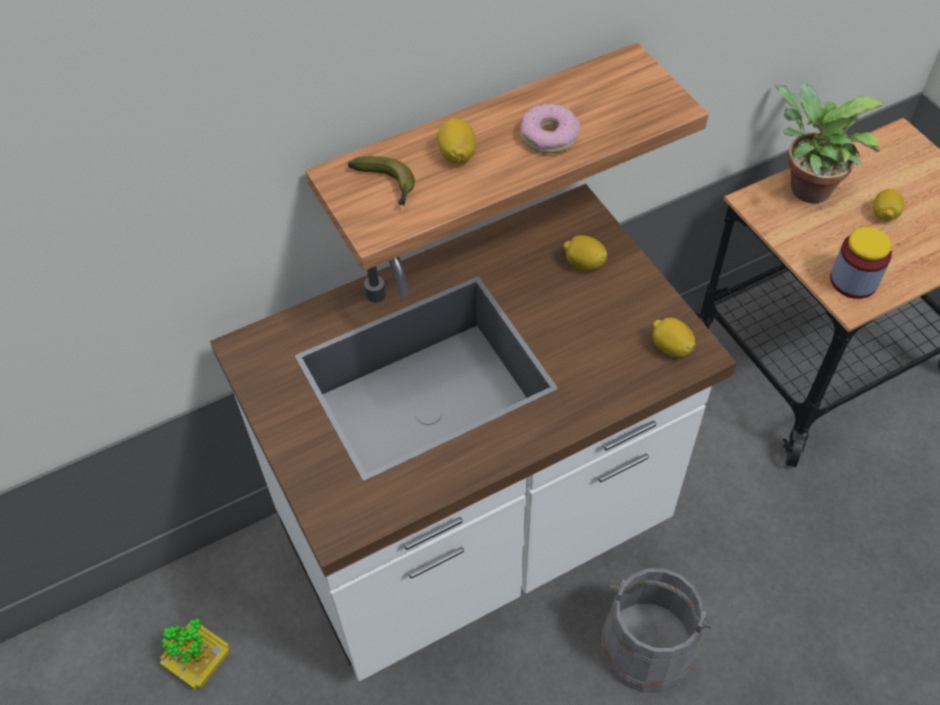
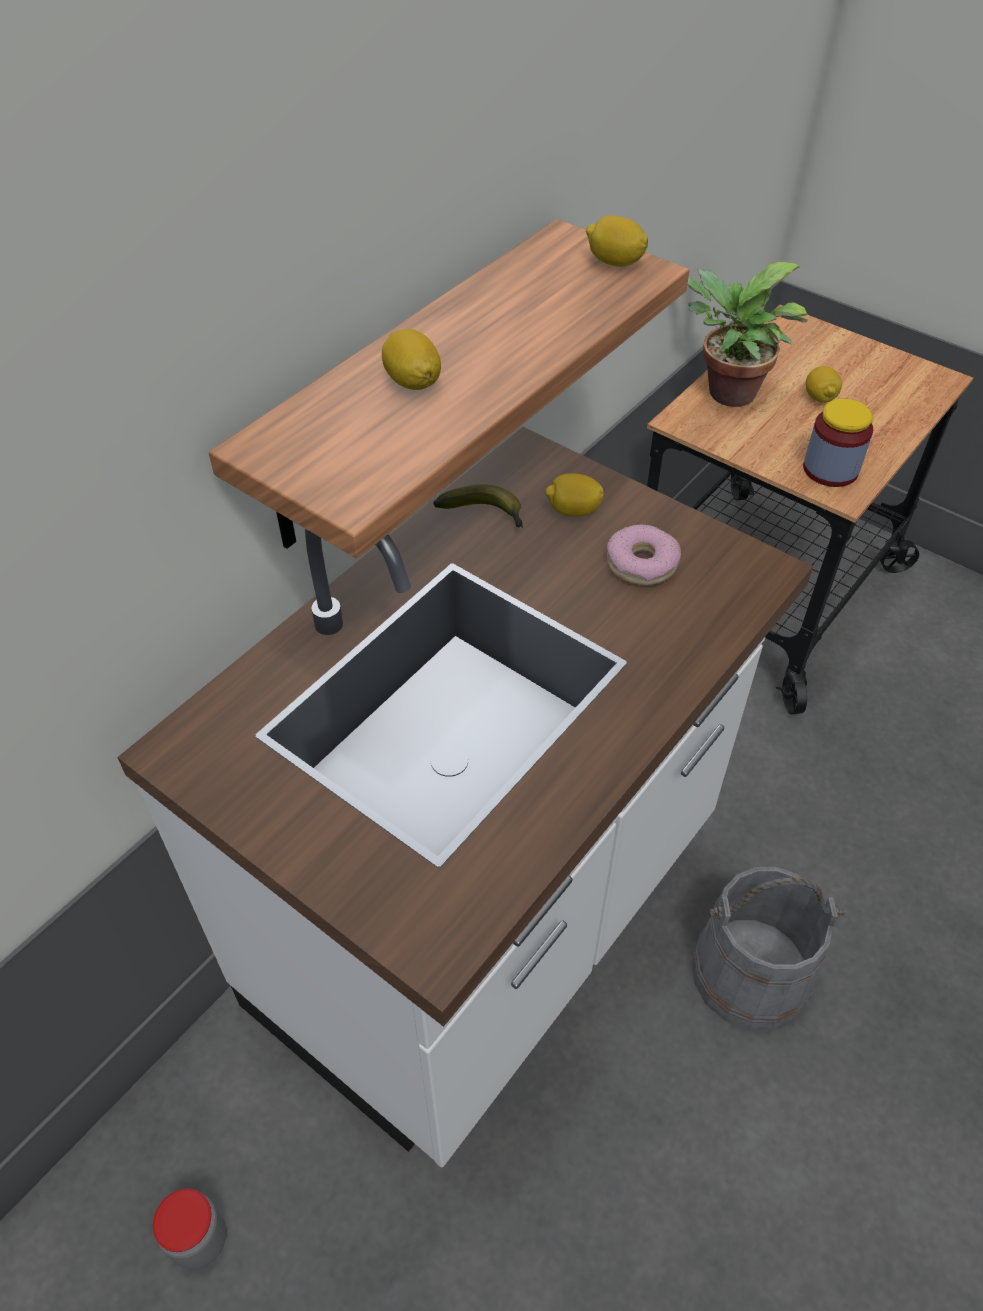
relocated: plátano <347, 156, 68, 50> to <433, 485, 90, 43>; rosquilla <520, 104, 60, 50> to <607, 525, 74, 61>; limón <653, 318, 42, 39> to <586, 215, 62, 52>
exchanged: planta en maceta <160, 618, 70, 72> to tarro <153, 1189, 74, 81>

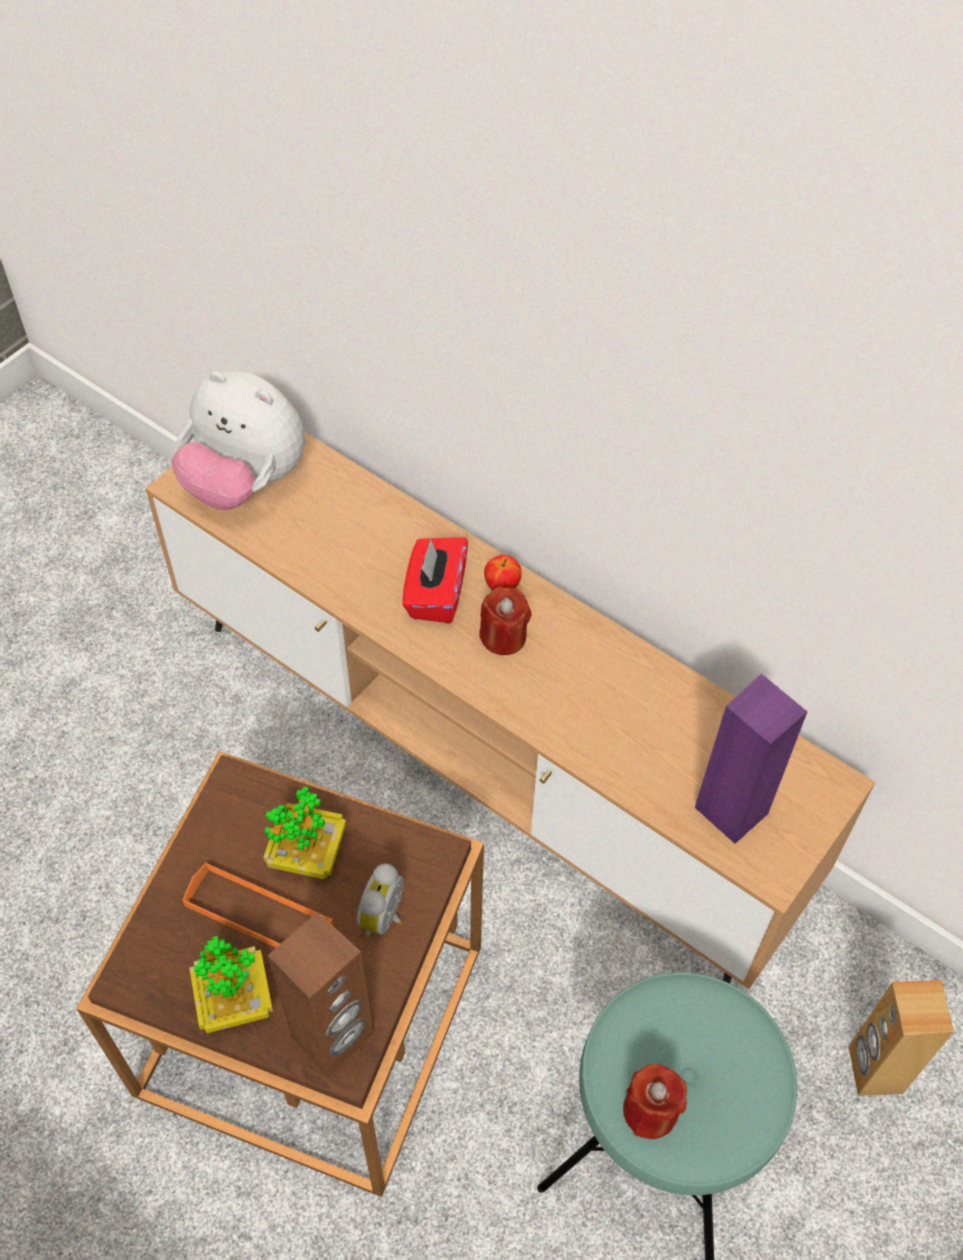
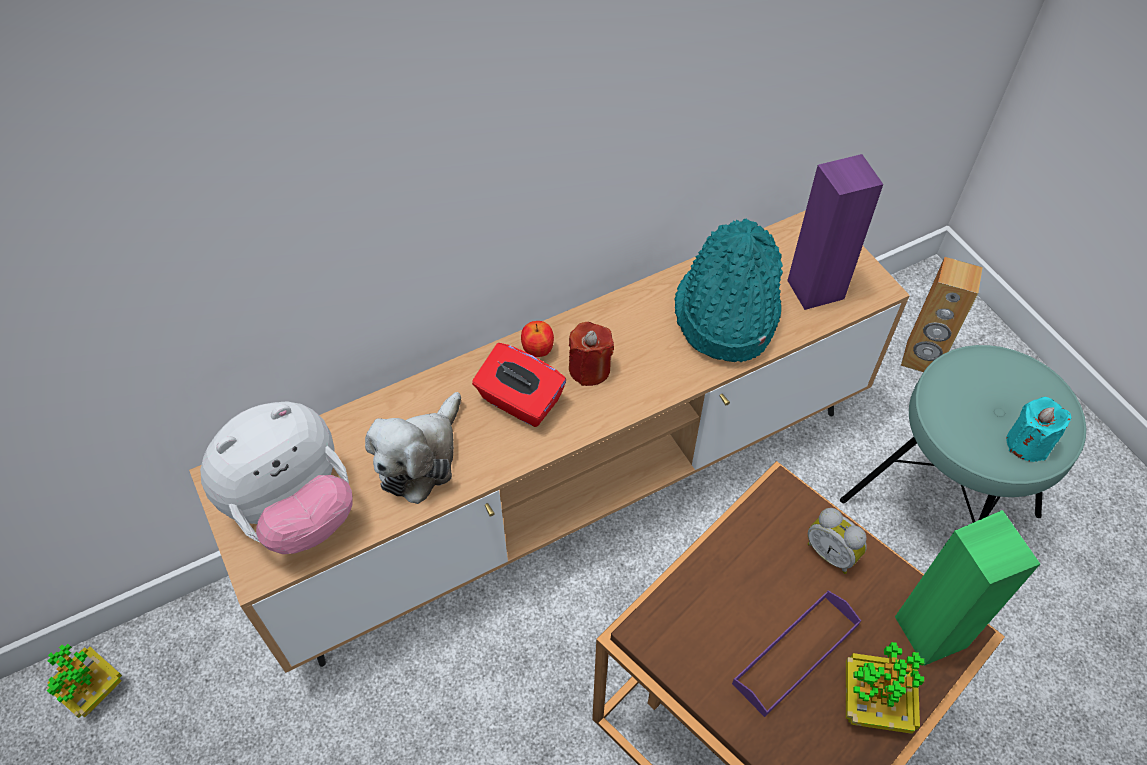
appeared: peluche <365, 392, 96, 112>; sombrero (turquesa) <674, 219, 109, 143>
relocated: planta en maceta <263, 787, 83, 92> to <47, 644, 75, 74>
colour: bandeja (naranja) <183, 862, 151, 86> to bandeja (morado) <732, 590, 129, 127>; altavoz (marrón) <268, 912, 105, 165> to altavoz (verde) <895, 510, 145, 156>; vela (rojo) <623, 1064, 64, 75> to vela (turquesa) <1006, 397, 65, 65>

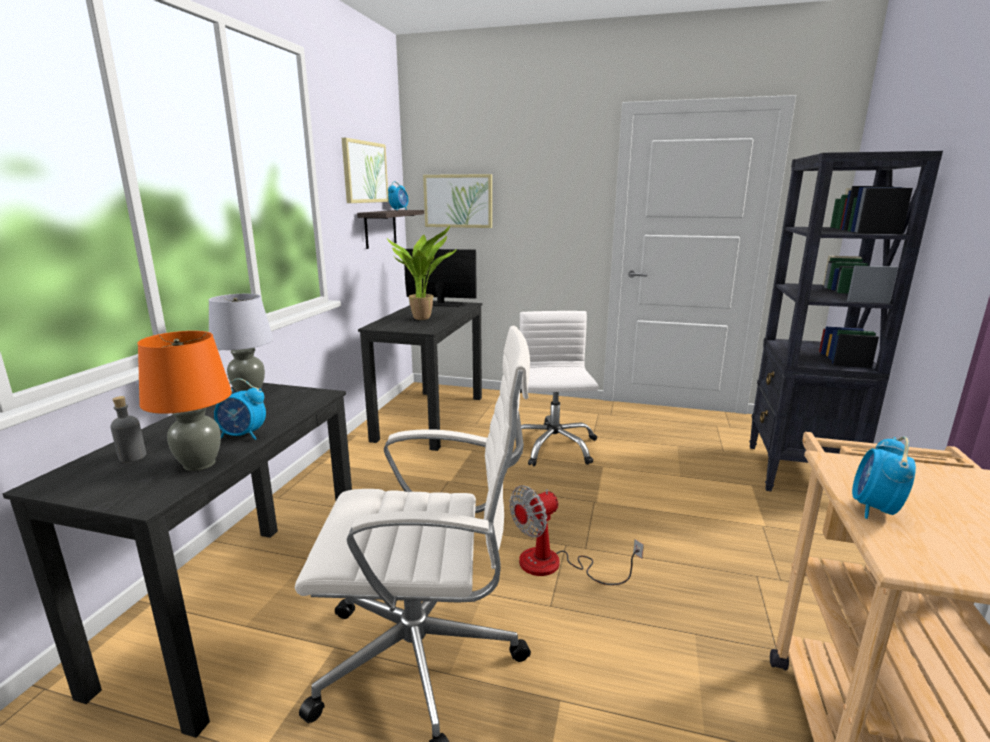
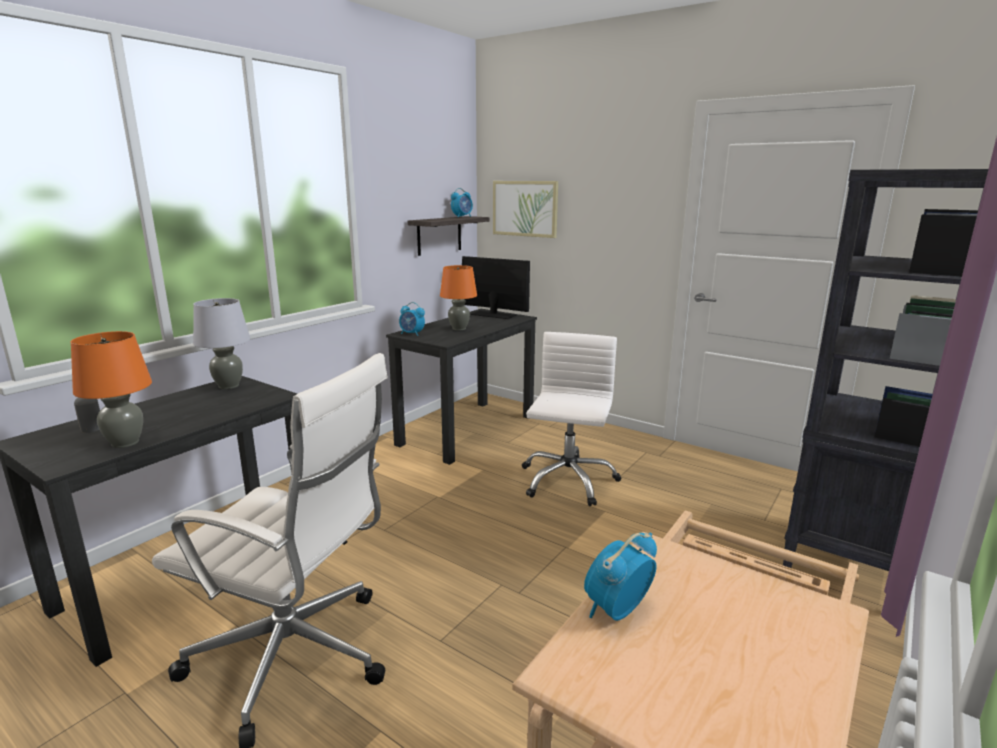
missing: cuadro <342, 138, 47, 65>; ventilador <509, 485, 135, 100>
relocated: despertador <214, 378, 52, 62> to <399, 302, 26, 34>
exchanged: planta en maceta <387, 226, 70, 94> to lámpara de mesa (naranja) <440, 265, 37, 66>

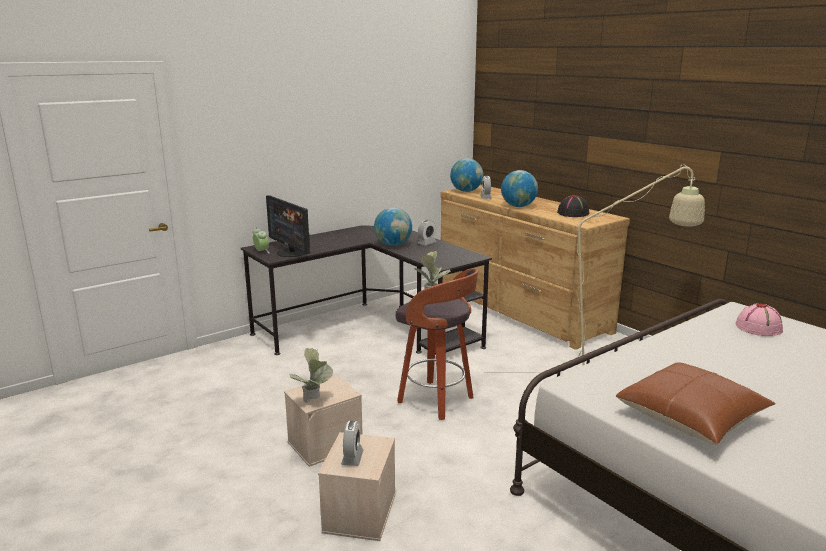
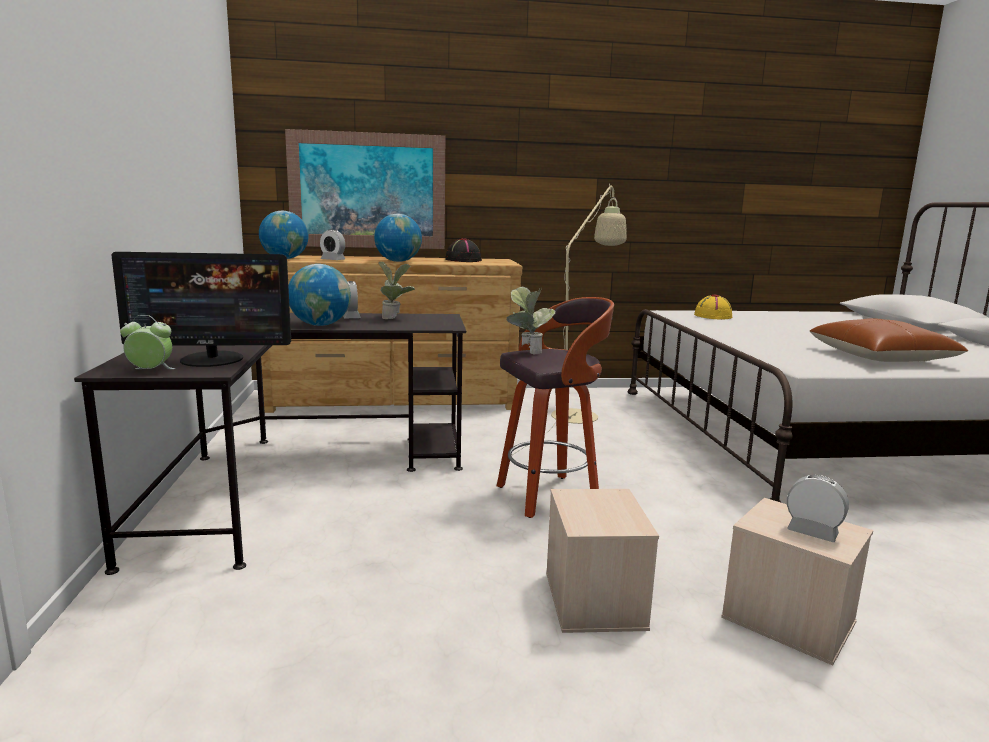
appeared: cuadro <285, 129, 160, 120>
relocated: planta en maceta <289, 348, 44, 55> to <378, 262, 37, 57>
colour: sombrero (rosa) <736, 303, 47, 33> to sombrero (amarillo) <694, 294, 38, 26>

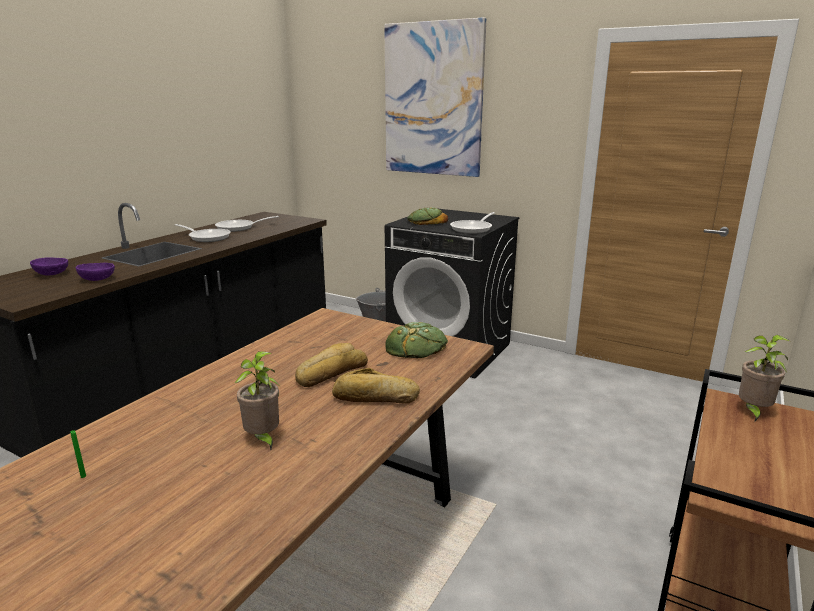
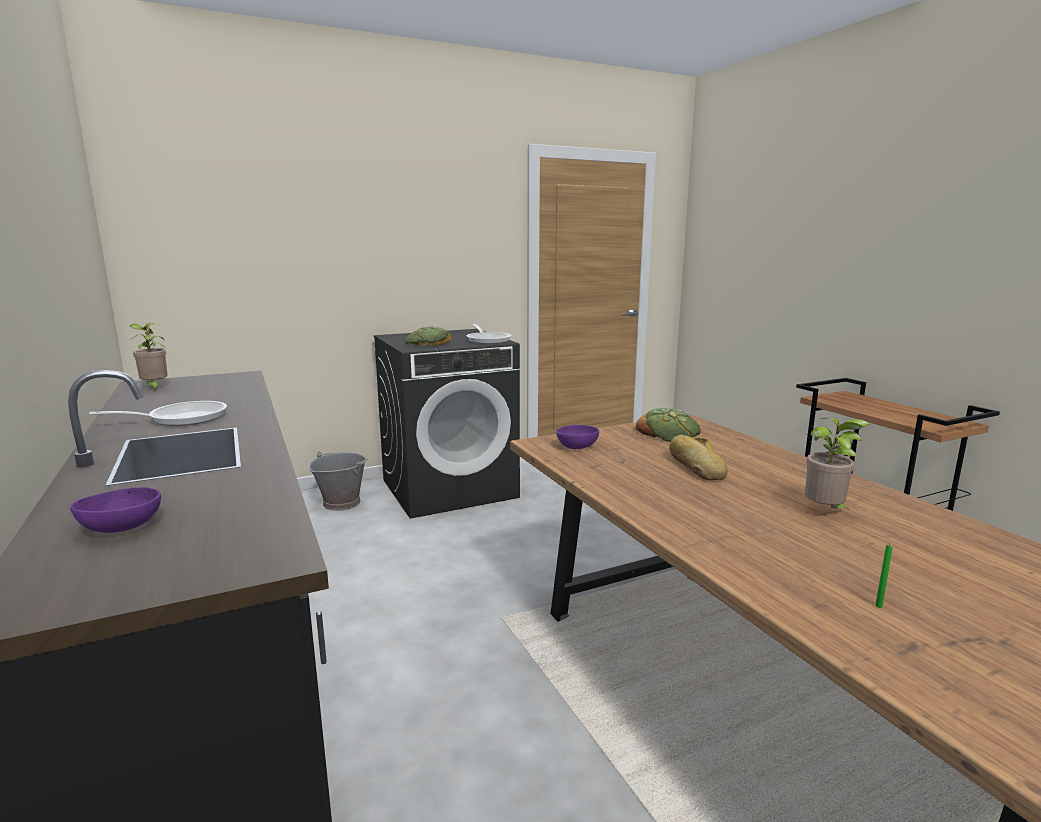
missing: sartén <215, 216, 64, 16>; pan <332, 368, 88, 36>; cuadro <384, 17, 102, 160>
relocated: cuenco (morado) <76, 263, 39, 18> to <556, 425, 43, 24>; planta en maceta <739, 335, 51, 86> to <130, 323, 38, 69>

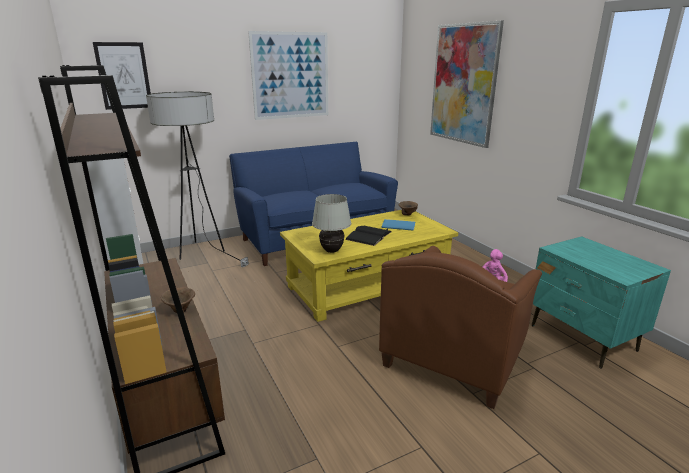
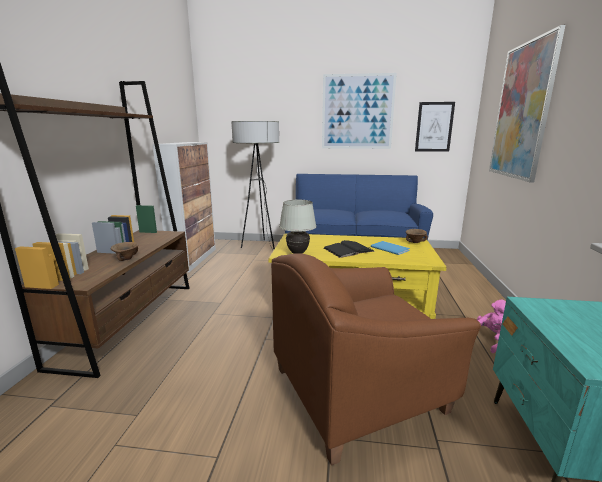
relocated: cuadro <93, 42, 58, 68> to <415, 102, 40, 50>

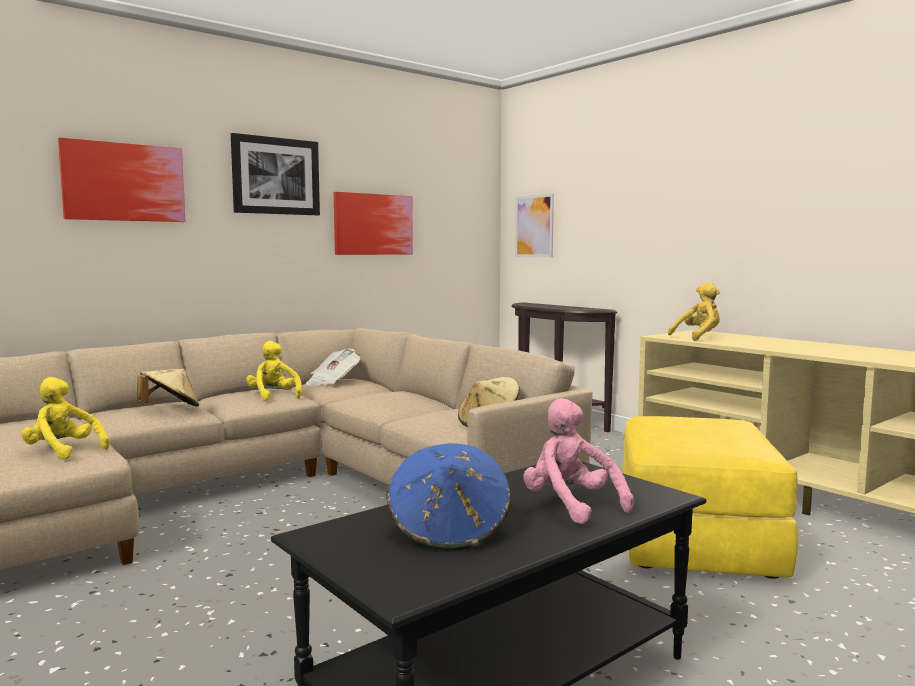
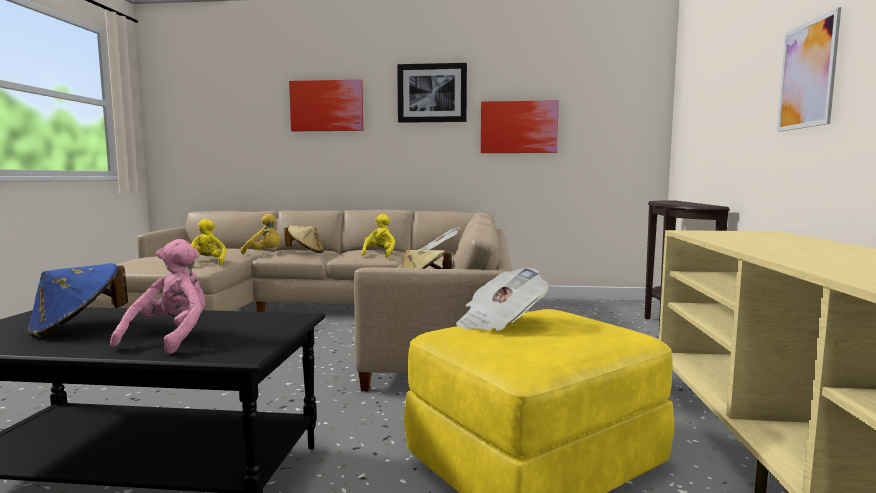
appeared: periódico <456, 268, 93, 63>
relocated: cuadro <515, 194, 39, 64> to <777, 7, 64, 125>; peluche (amarillo) <668, 282, 52, 59> to <241, 214, 41, 40>

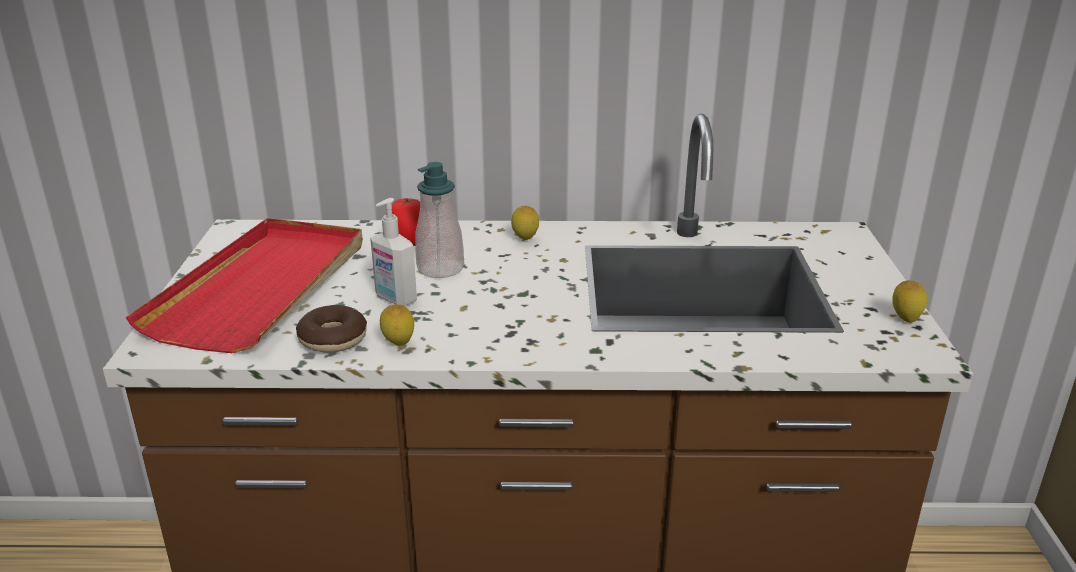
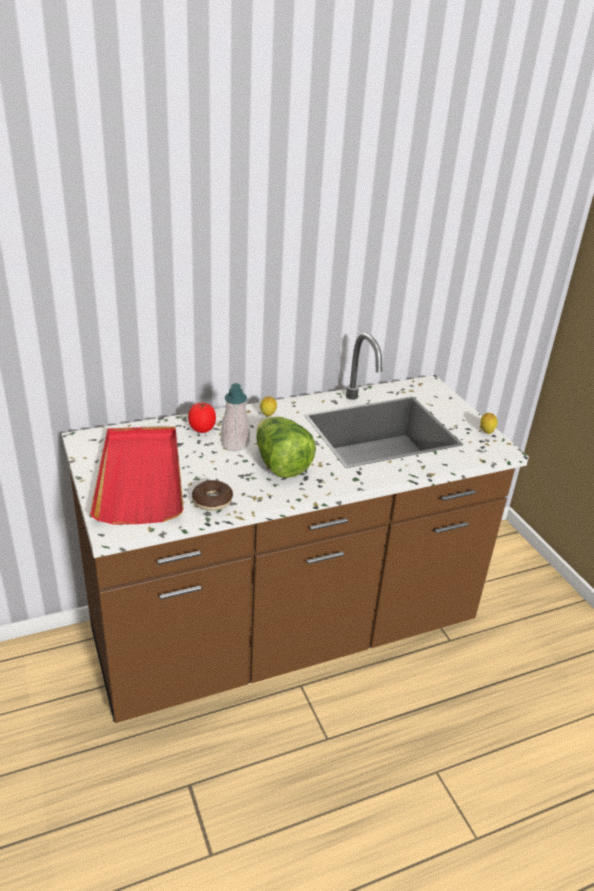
missing: dispensador de jabón <370, 198, 47, 108>; limón <380, 304, 34, 42>
appeared: lechuga <256, 417, 60, 61>

